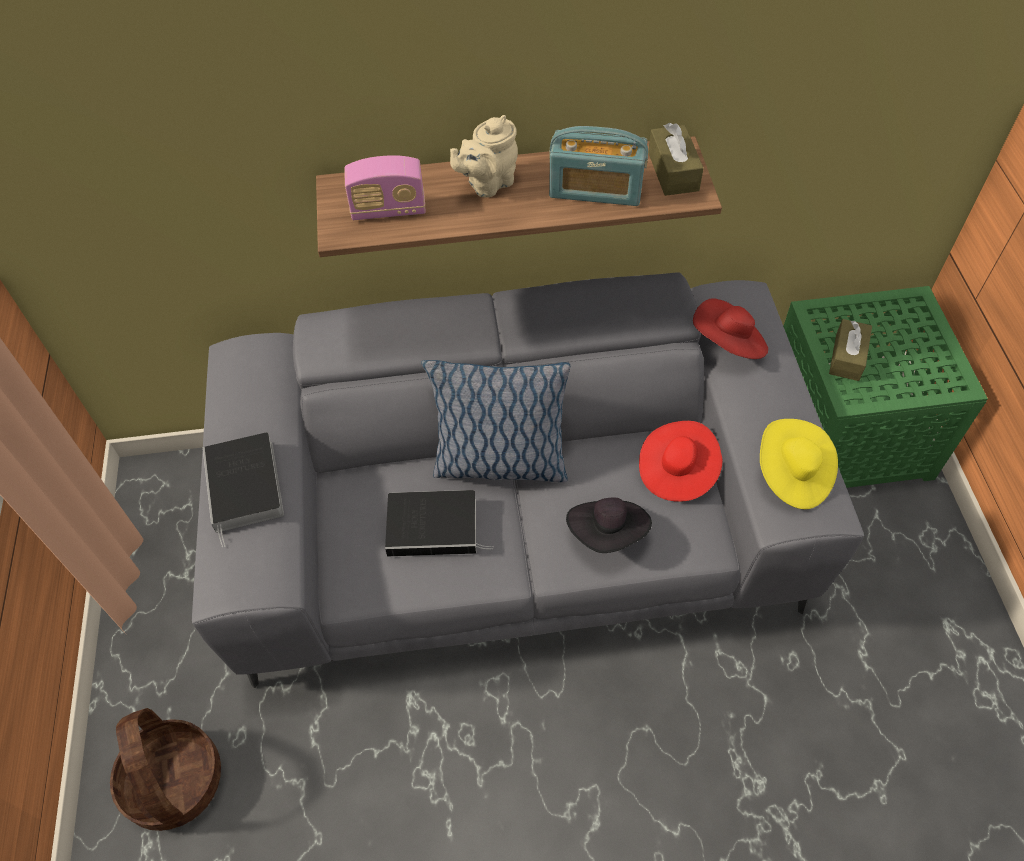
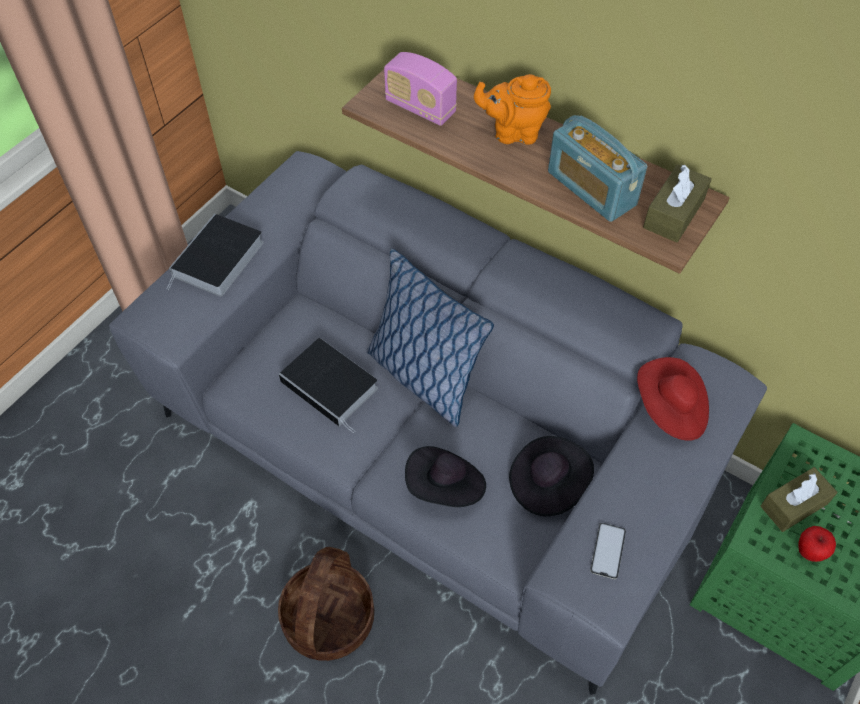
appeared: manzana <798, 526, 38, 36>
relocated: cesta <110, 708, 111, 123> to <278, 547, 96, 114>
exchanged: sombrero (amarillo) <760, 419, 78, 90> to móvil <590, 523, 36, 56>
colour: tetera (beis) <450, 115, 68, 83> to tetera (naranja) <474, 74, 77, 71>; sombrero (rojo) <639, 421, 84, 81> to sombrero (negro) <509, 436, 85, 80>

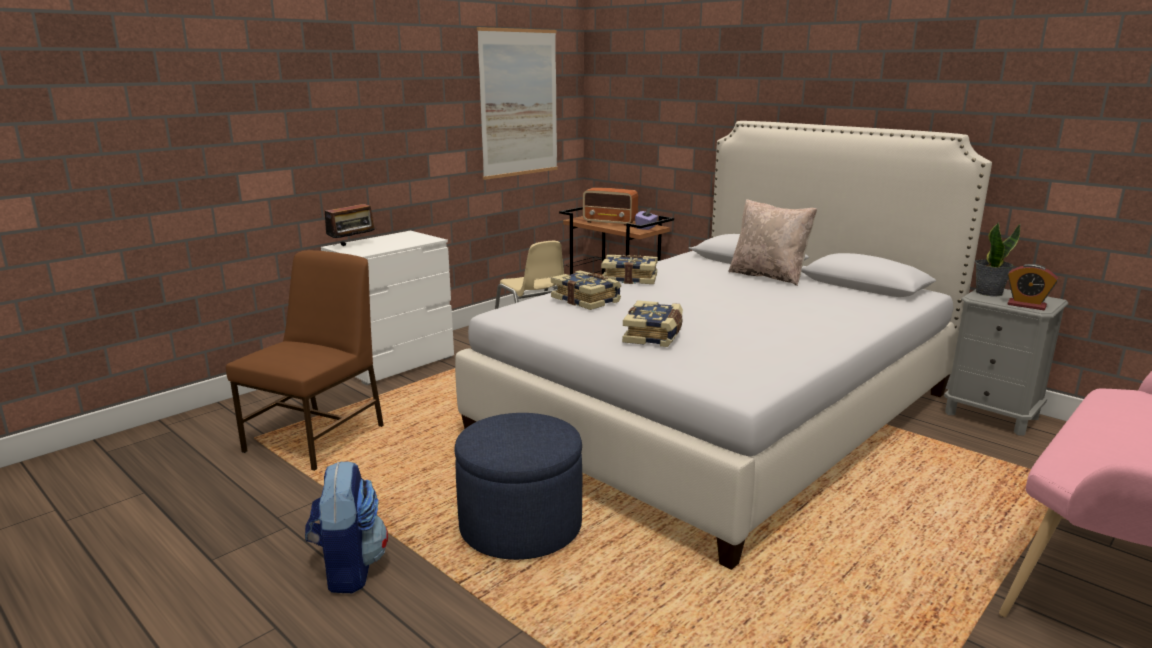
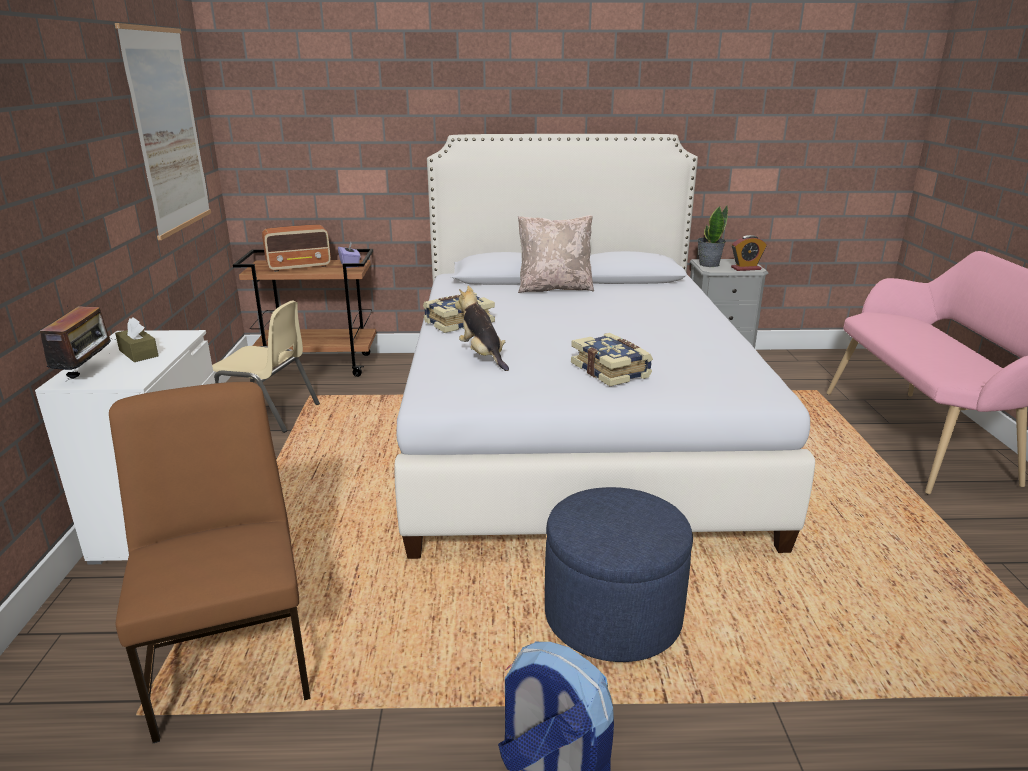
appeared: caja de pañuelos (marrón) <115, 317, 44, 45>
exchanged: libro <551, 270, 70, 40> to peluche <455, 286, 54, 85>

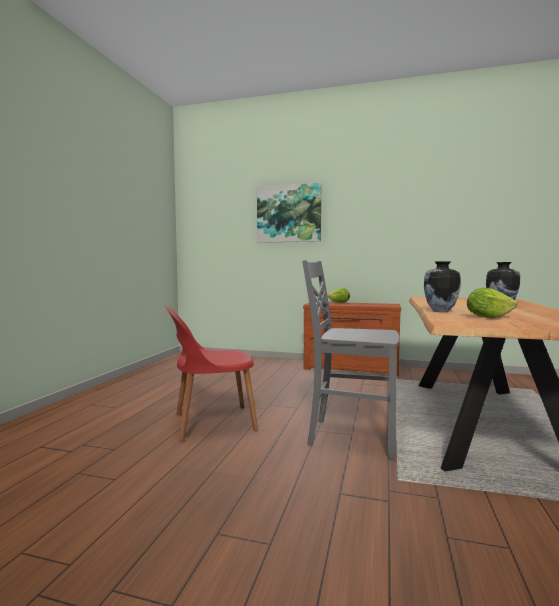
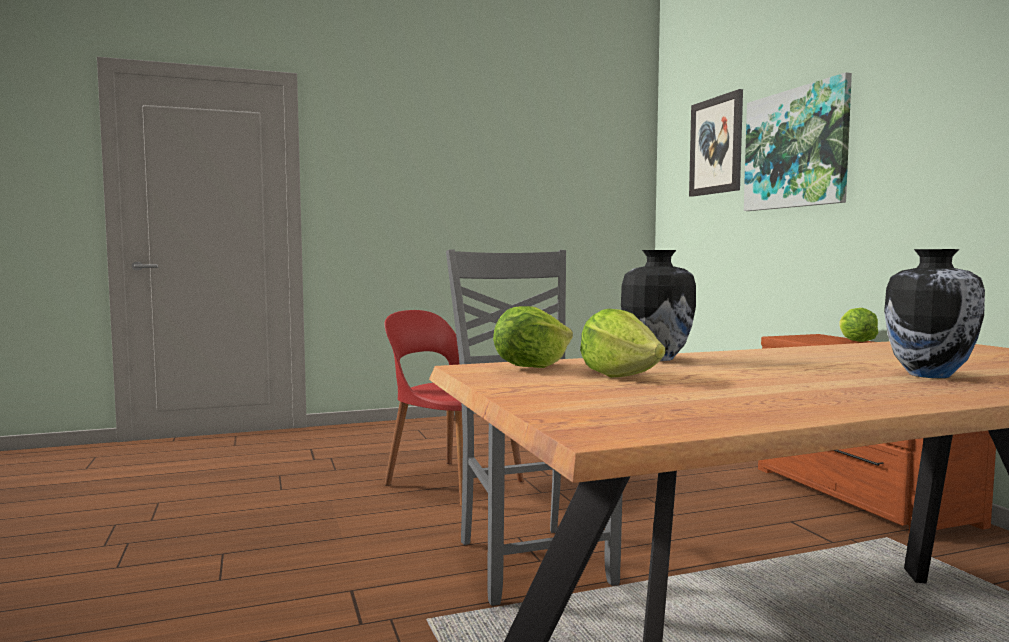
appeared: lechuga <493, 306, 80, 62>; cuadro <689, 89, 54, 108>

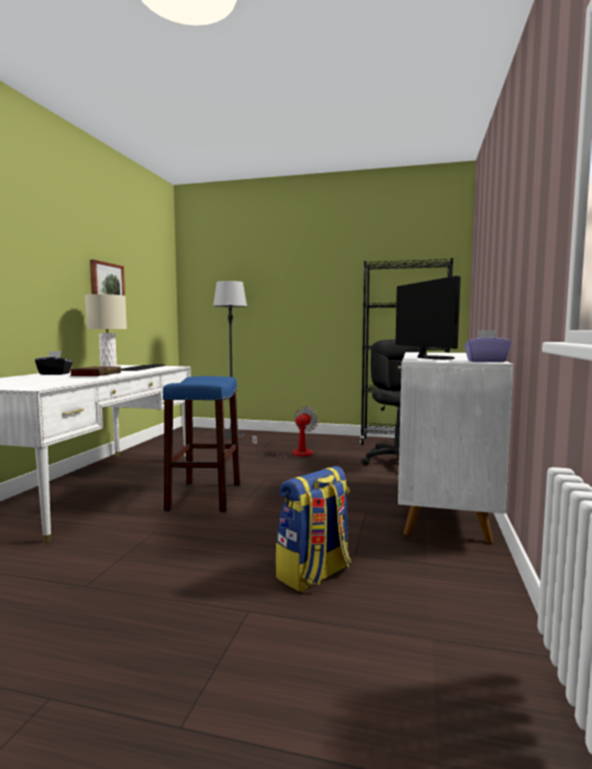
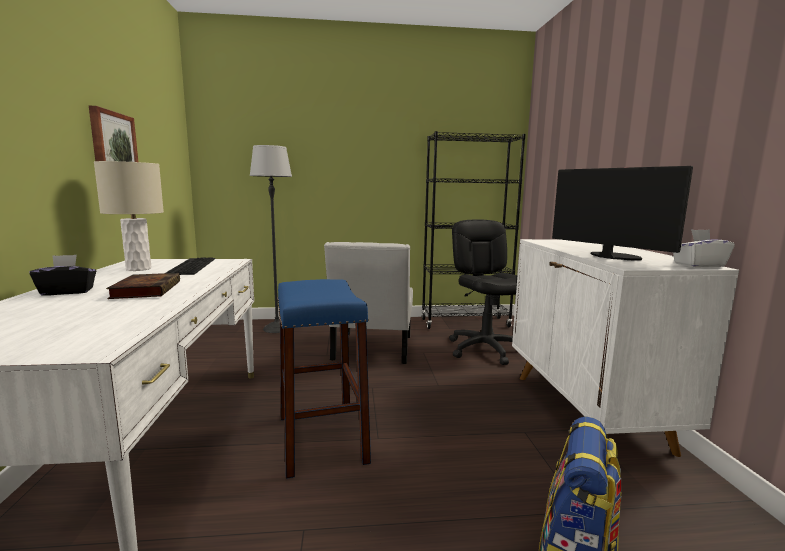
exchanged: ventilador <252, 406, 66, 52> to silla (blanco) <324, 242, 89, 122>
colour: caja de pañuelos (morado) <464, 330, 47, 32> to caja de pañuelos (blanco) <673, 229, 62, 39>

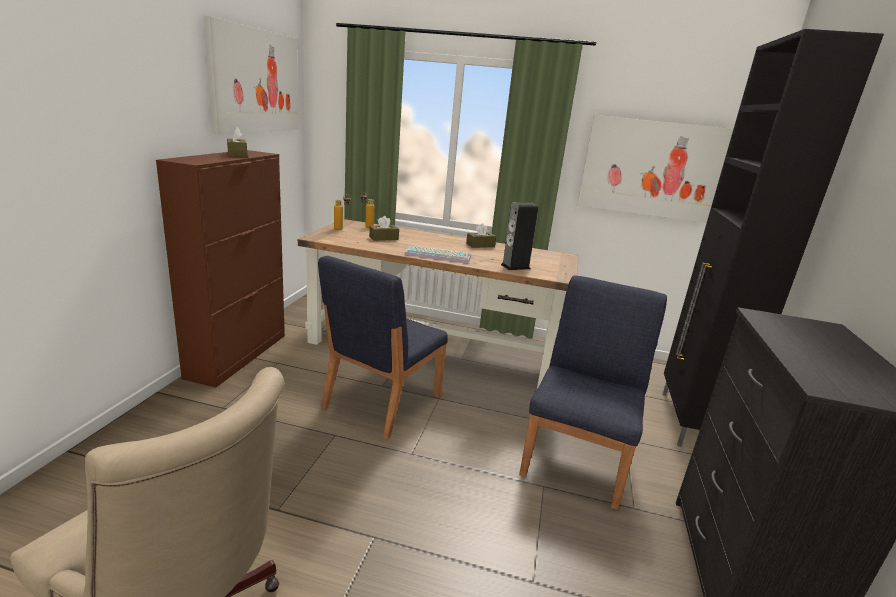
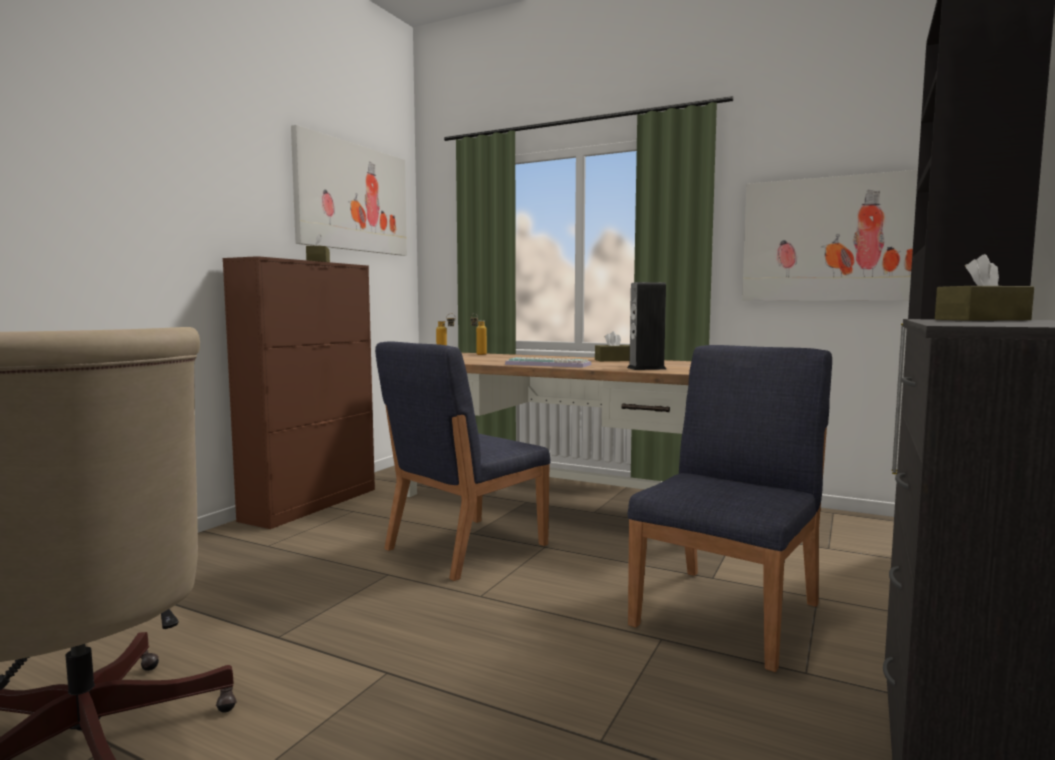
relocated: caja de pañuelos (marrón) <369, 216, 30, 25> to <935, 254, 99, 67>

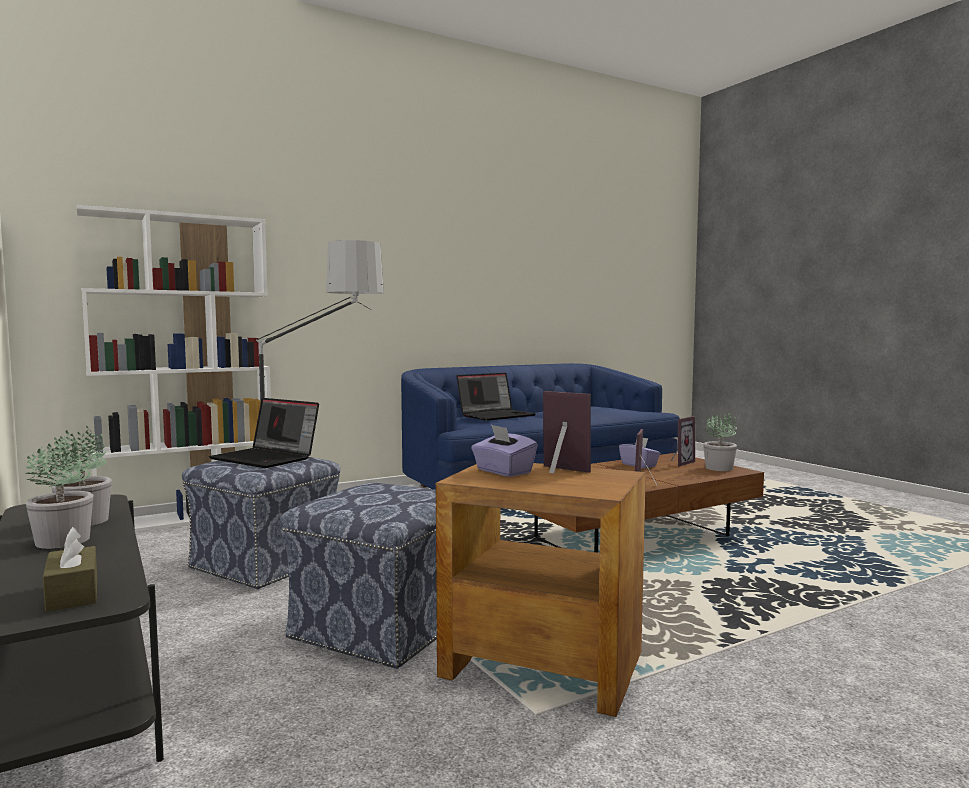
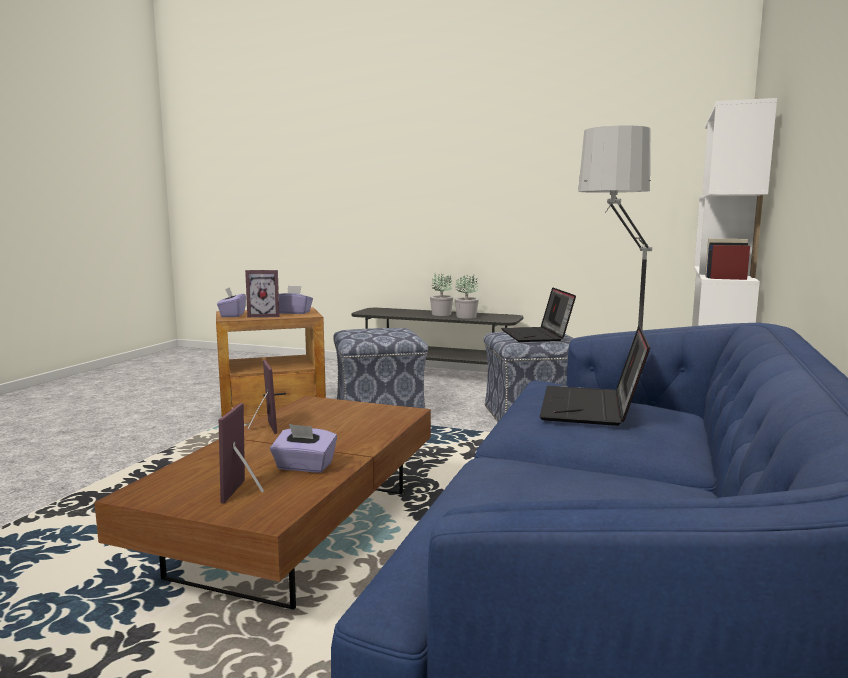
missing: caja de pañuelos (marrón) <43, 527, 54, 85>; planta en maceta <703, 413, 34, 58>
appeared: caja de pañuelos (morado) <217, 287, 29, 30>
spun: portátil <209, 398, 110, 70> = <501, 287, 75, 55> 90 degrees counterclockwise

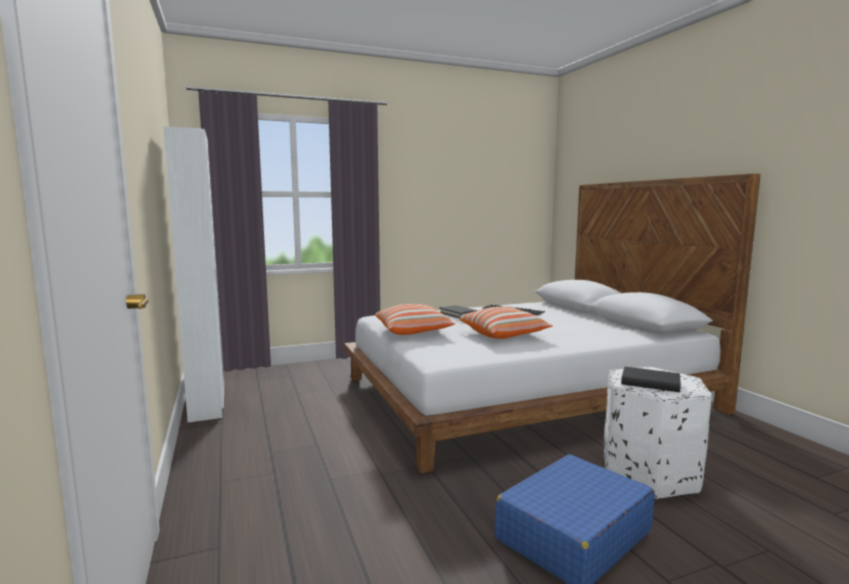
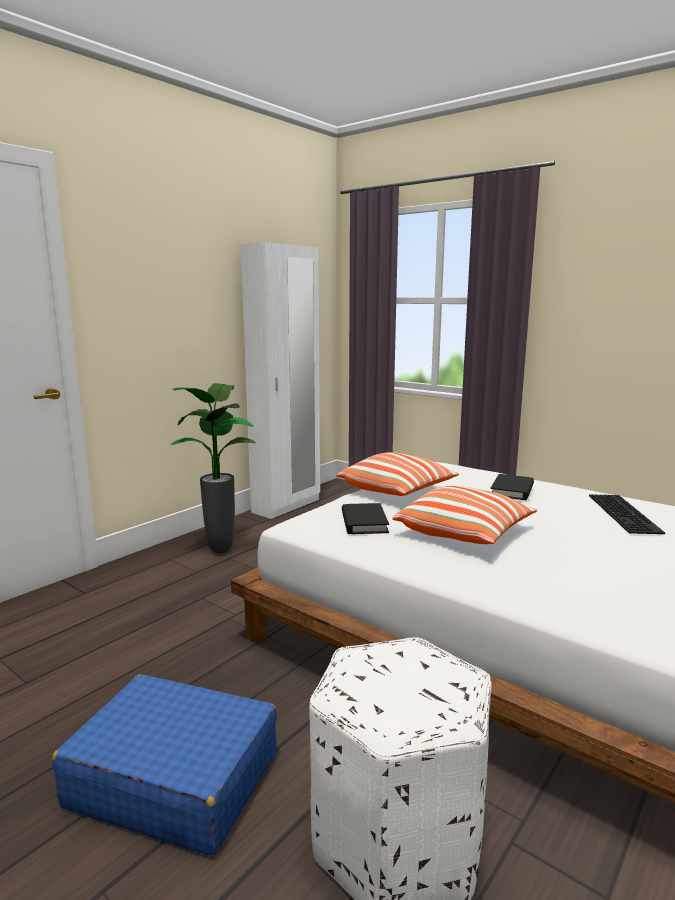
appeared: planta en maceta <171, 383, 84, 170>
relocated: libro (negro) <621, 367, 60, 25> to <342, 503, 47, 31>

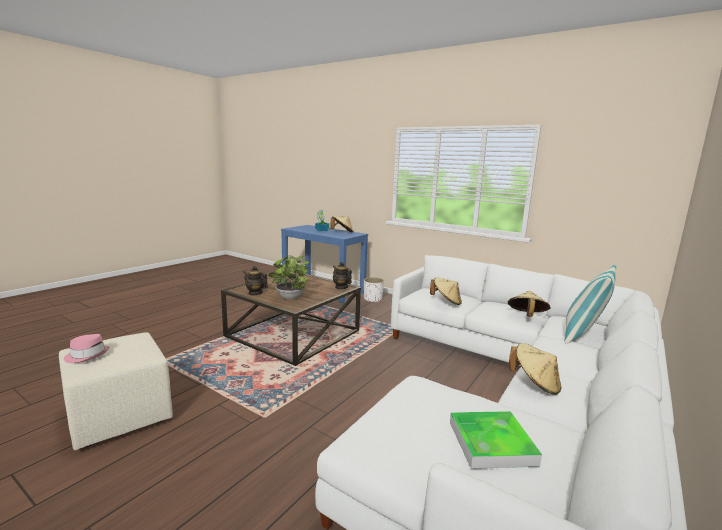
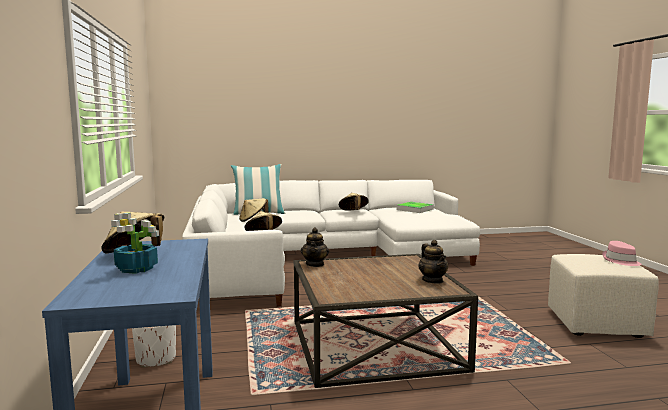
missing: planta en maceta <268, 255, 41, 44>

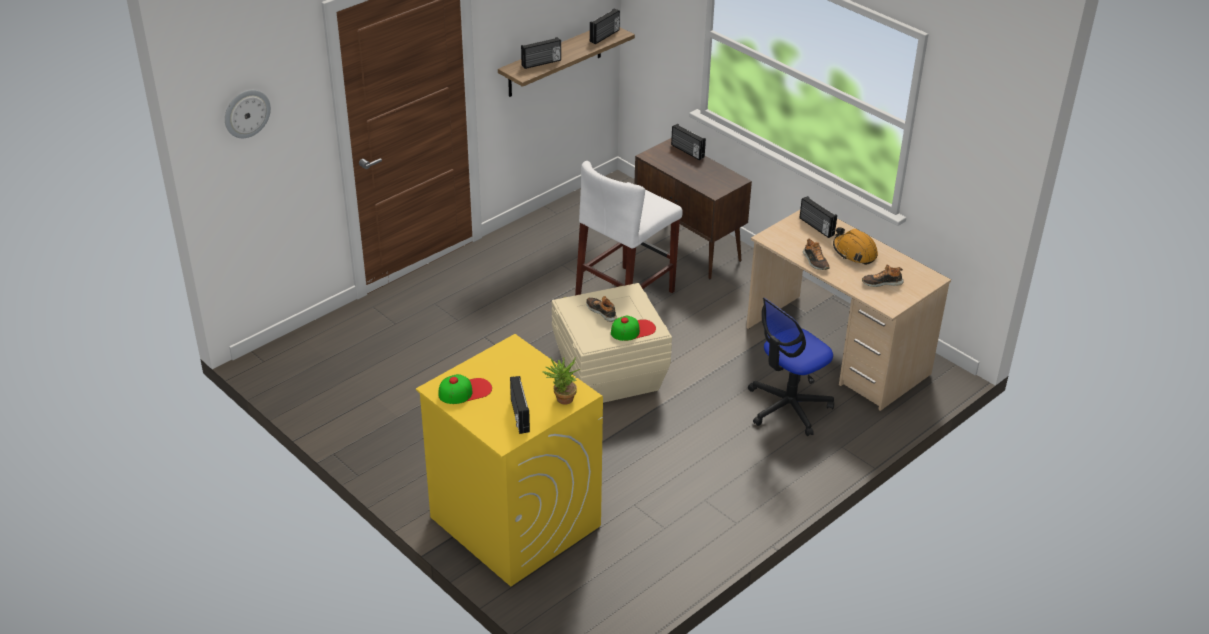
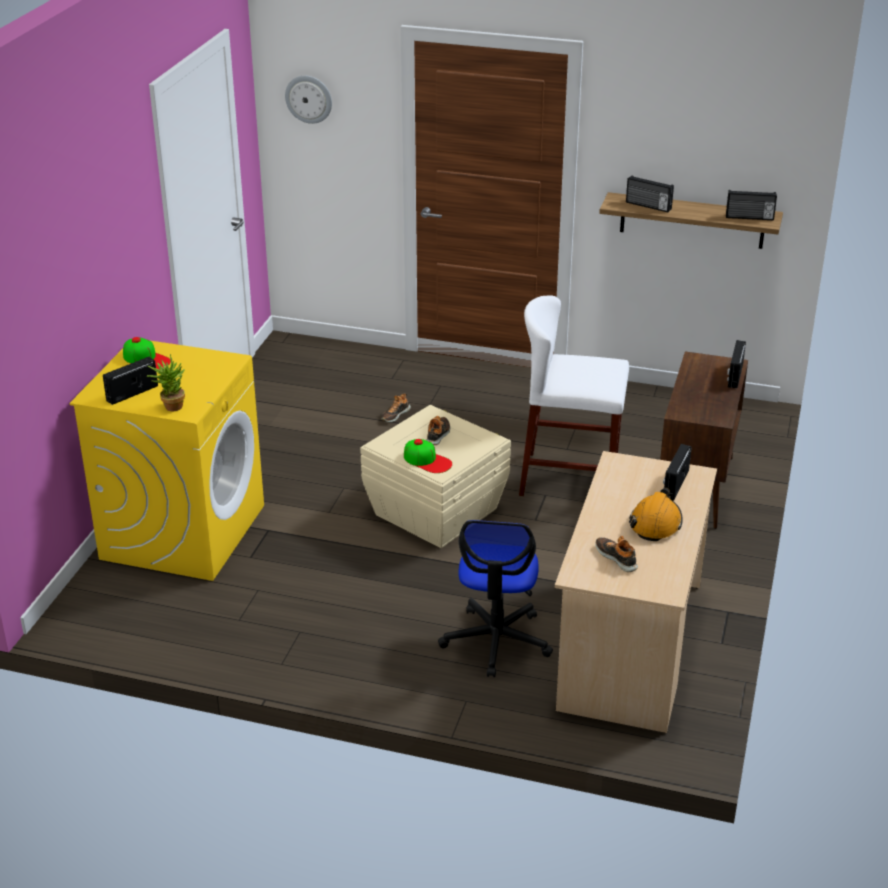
relocated: zapato <803, 239, 27, 31> to <381, 393, 30, 29>
spun: silla de oficina <748, 298, 86, 138> = <438, 520, 115, 157> 105 degrees counterclockwise

